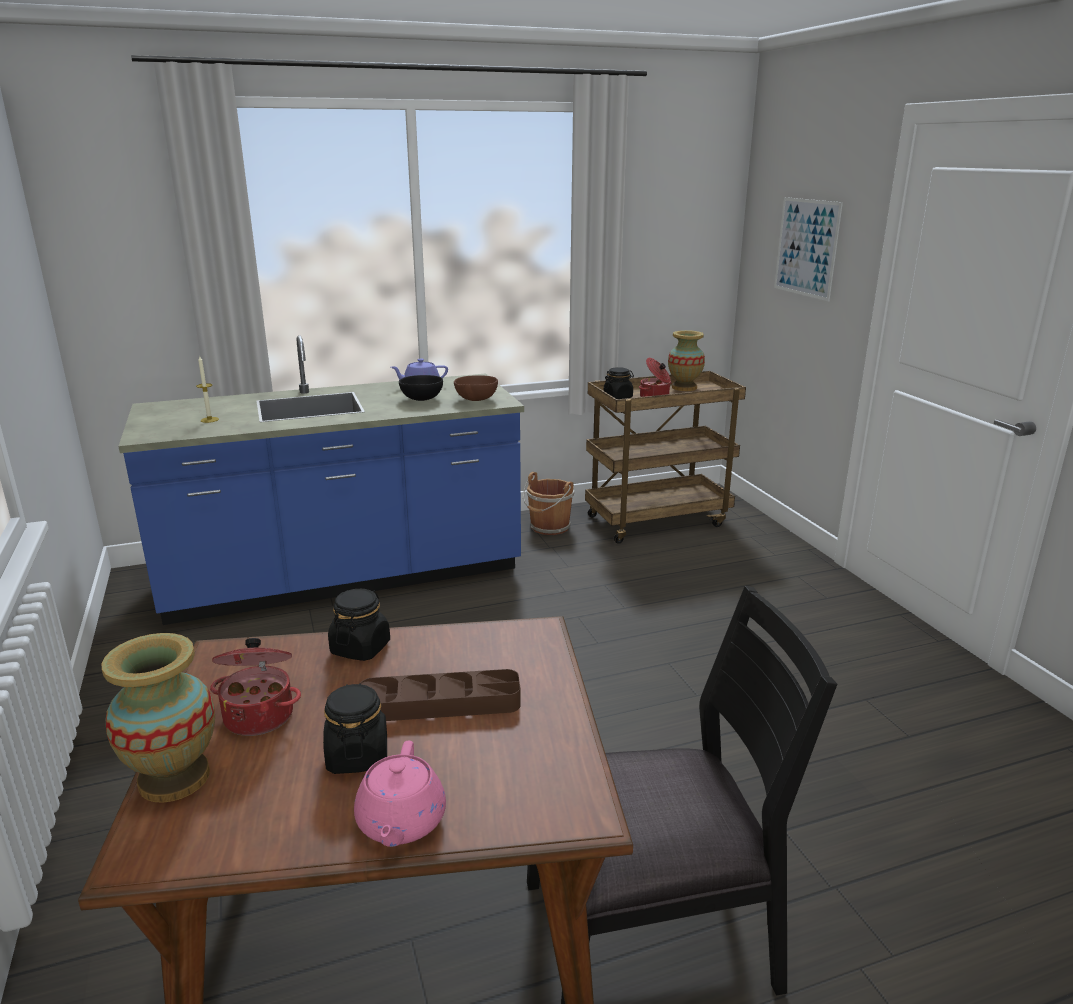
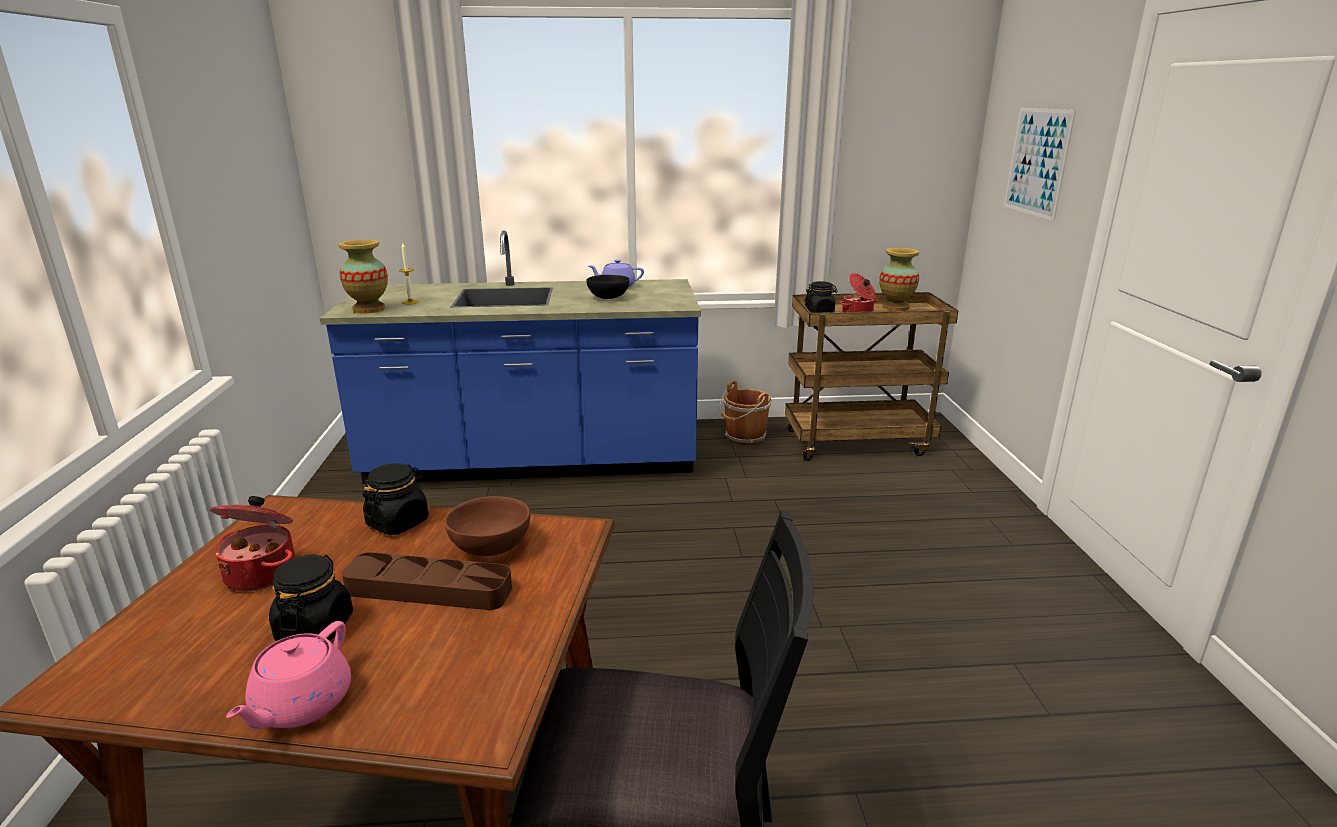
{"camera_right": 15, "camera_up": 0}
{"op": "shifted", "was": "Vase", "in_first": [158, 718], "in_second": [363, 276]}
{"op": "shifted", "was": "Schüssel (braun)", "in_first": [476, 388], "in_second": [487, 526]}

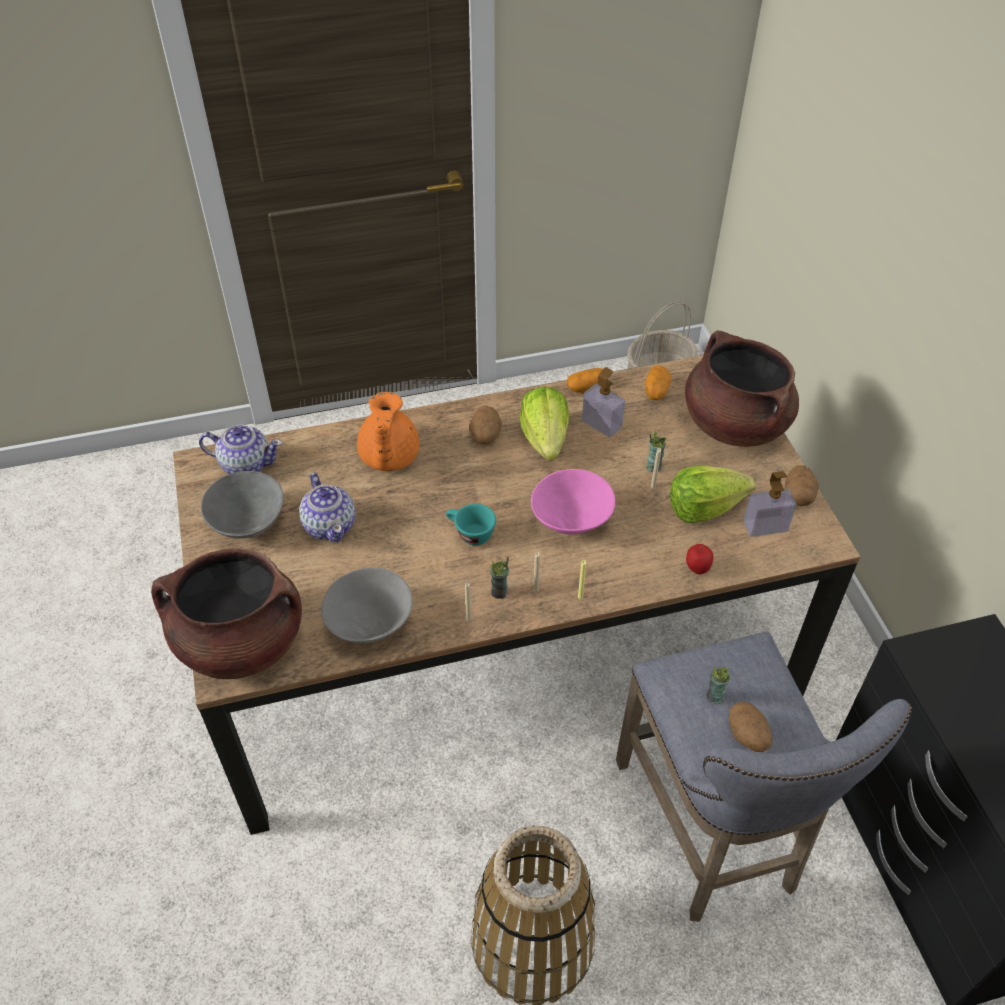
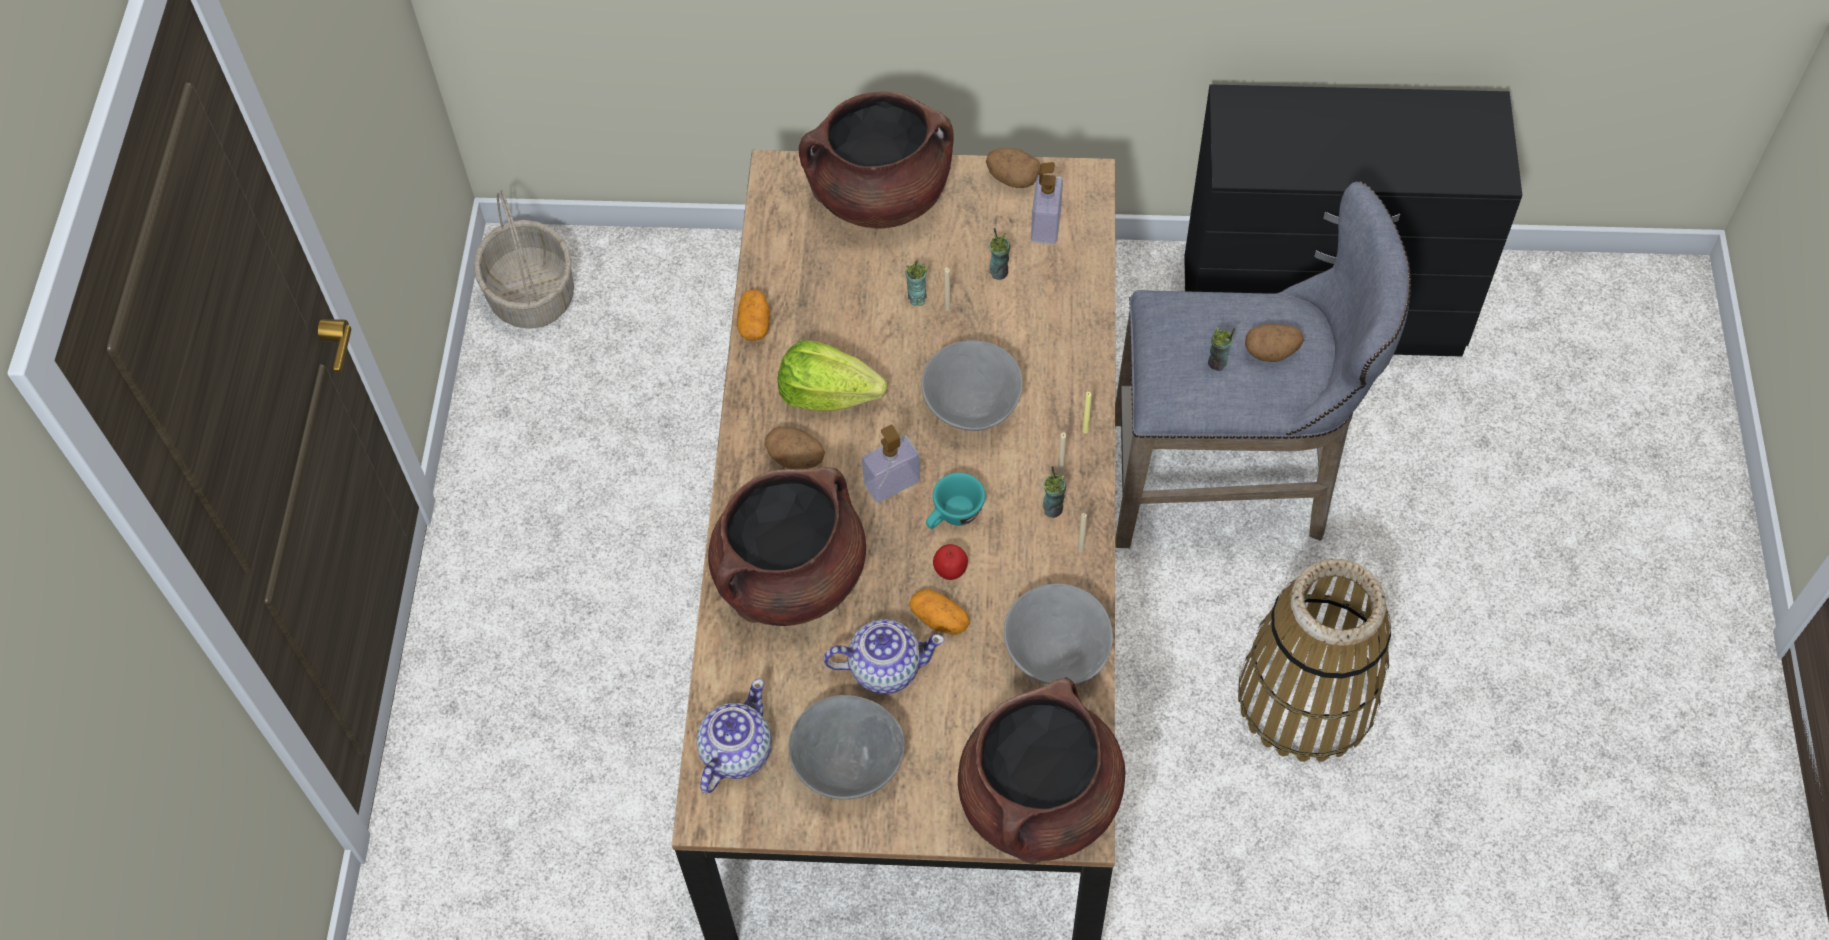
{"camera_right": -70, "camera_up": 10}
{"op": "shifted", "was": "Seifenspender", "in_first": [603, 402], "in_second": [891, 464]}
{"op": "shifted", "was": "Kartoffel", "in_first": [658, 382], "in_second": [939, 612]}
{"op": "shifted", "was": "Apfel", "in_first": [700, 559], "in_second": [950, 562]}
{"op": "swapped", "was": "Teekanne (orange)", "now": "Kochtopf (braun)", "in_first": [388, 431], "in_second": [787, 546]}
{"op": "swapped", "was": "Salatkopf", "now": "Tasse", "in_first": [712, 494], "in_second": [999, 254]}
{"op": "repainted", "was": "Schüssel (rosa)", "now": "Schüssel (grau)", "in_first": [573, 502], "in_second": [972, 385]}

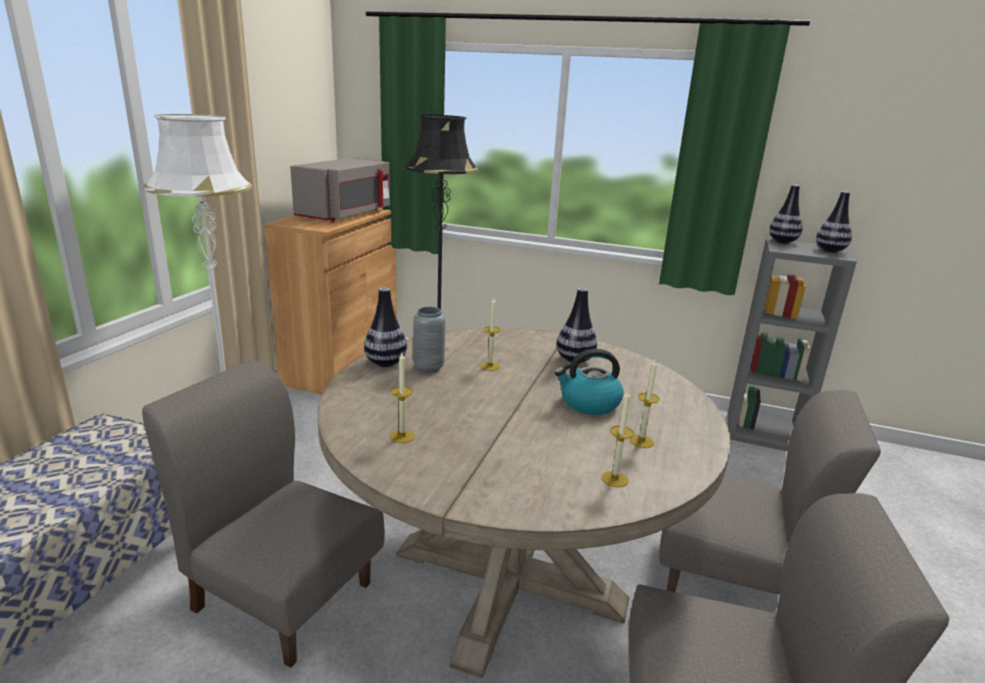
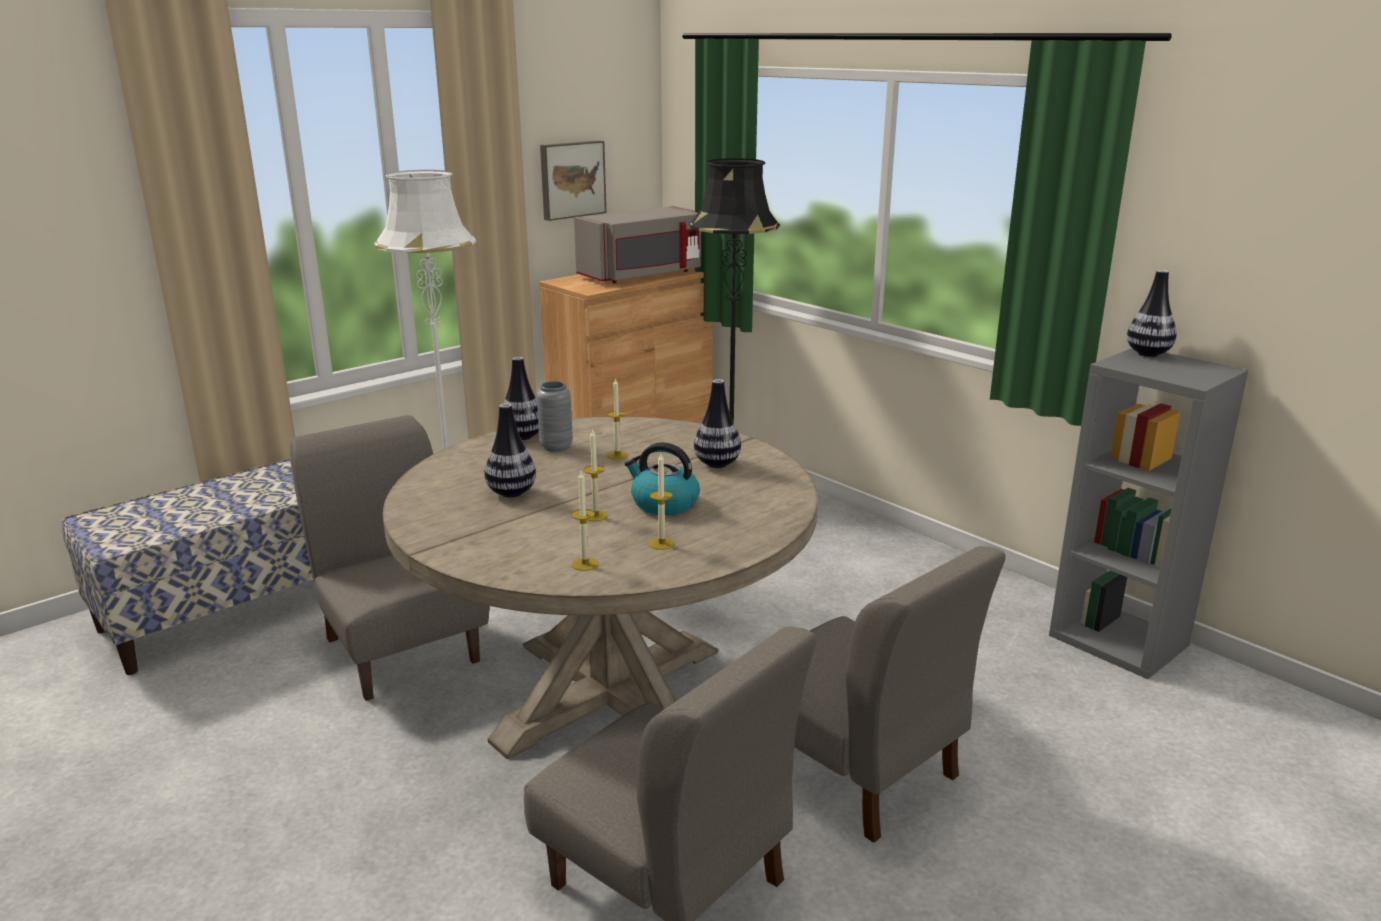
{"camera_right": 30, "camera_up": 0}
{"op": "new", "now": "Bild", "in_second": [573, 180]}
{"op": "shifted", "was": "Kerze", "in_first": [402, 398], "in_second": [596, 475]}
{"op": "shifted", "was": "Vase", "in_first": [834, 222], "in_second": [510, 450]}

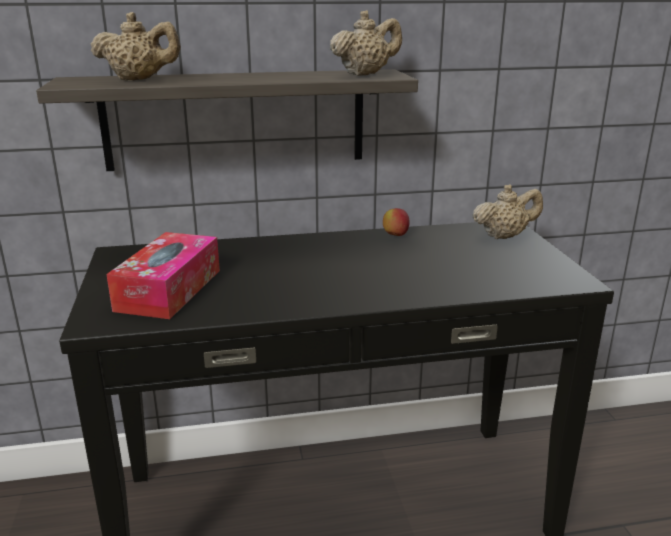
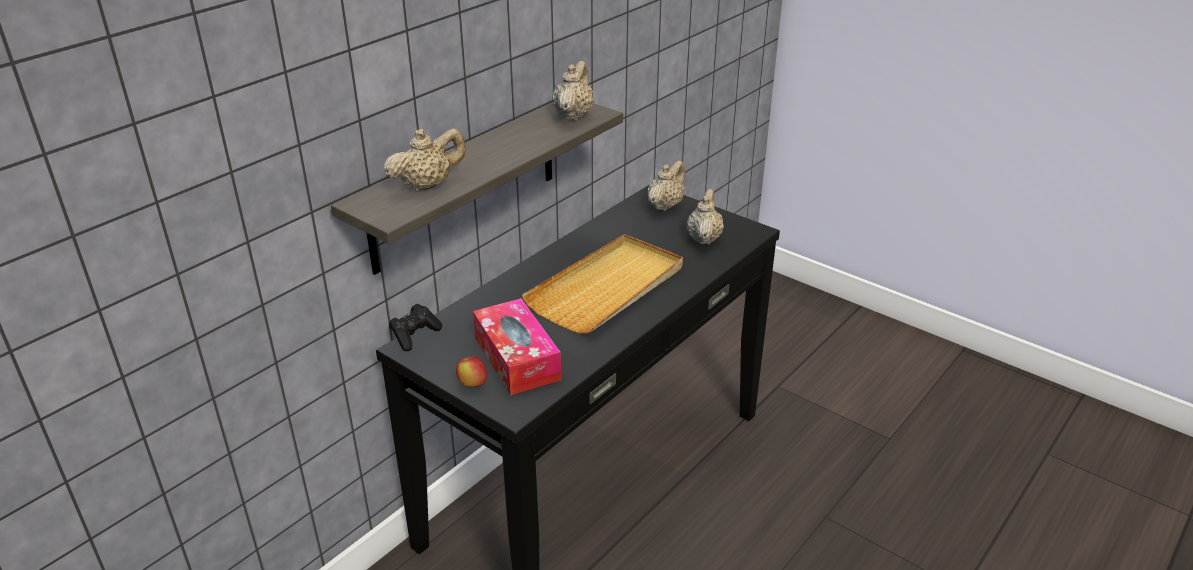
{"camera_right": -40, "camera_up": 10}
{"op": "new", "now": "Gamepad (schwarz)", "in_second": [415, 327]}
{"op": "new", "now": "Tablett (beige)", "in_second": [602, 284]}
{"op": "new", "now": "Teekanne (beige)", "in_second": [705, 217]}
{"op": "shifted", "was": "Apfel", "in_first": [396, 222], "in_second": [471, 371]}

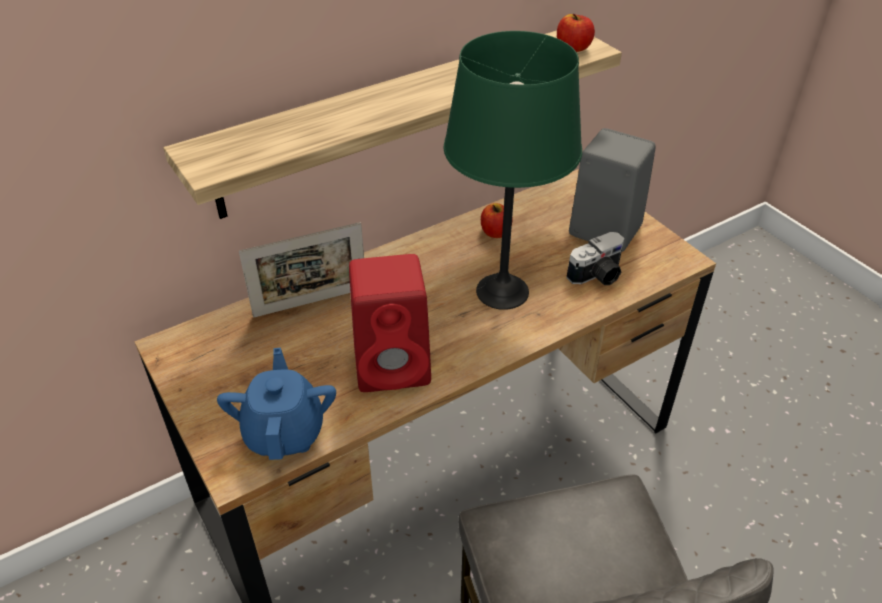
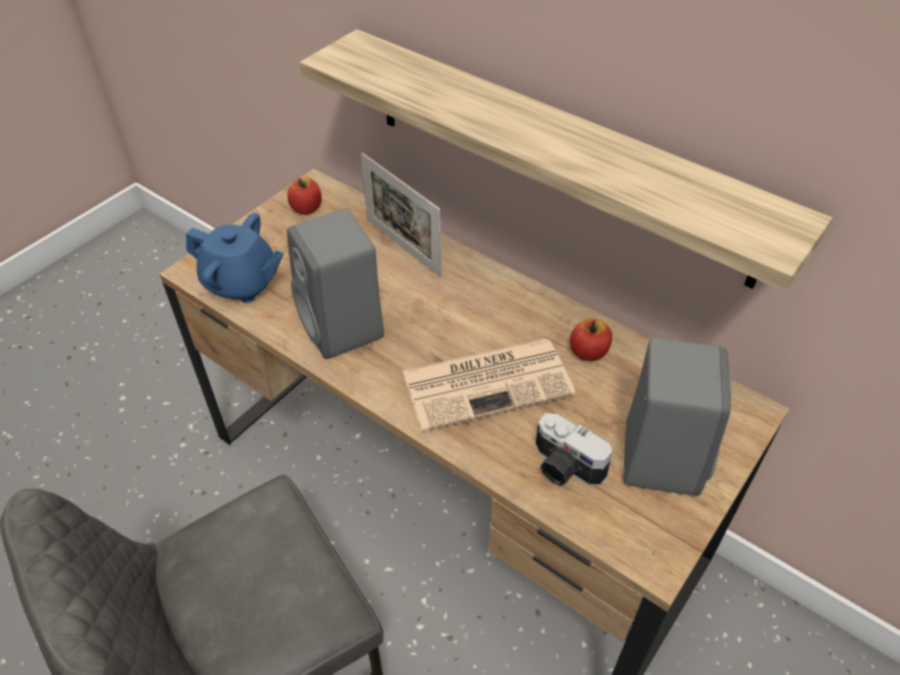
{"camera_right": 70, "camera_up": 5}
{"op": "shifted", "was": "Apfel", "in_first": [576, 33], "in_second": [304, 196]}
{"op": "swapped", "was": "Tischlampe (grün)", "now": "Zeitung", "in_first": [513, 170], "in_second": [489, 385]}
{"op": "repainted", "was": "Lautsprecher (rot)", "now": "Lautsprecher (grau)", "in_first": [390, 323], "in_second": [335, 284]}
{"op": "rotated", "was": "Teekanne (blau)", "in_first": [276, 403], "in_second": [235, 258], "clockwise": 45}

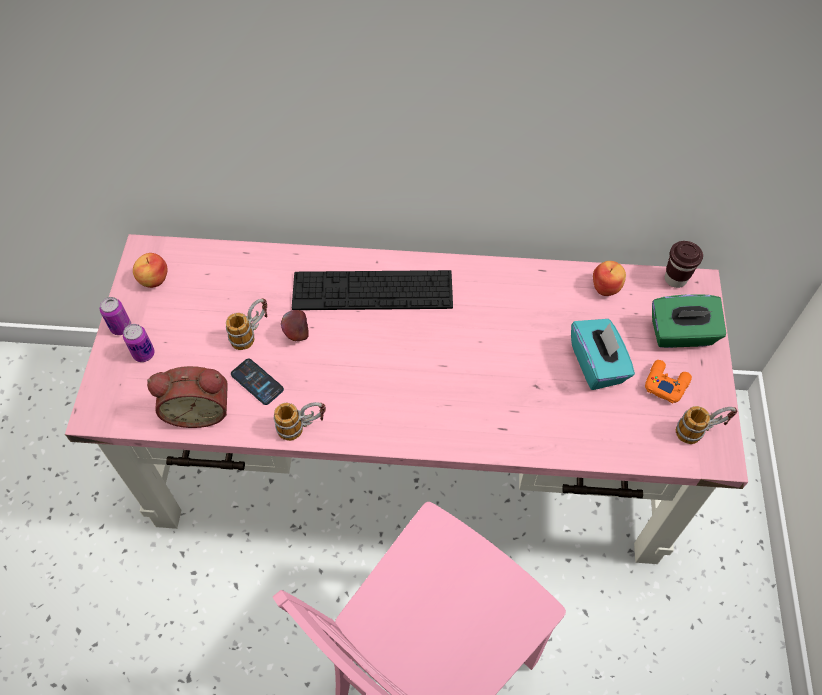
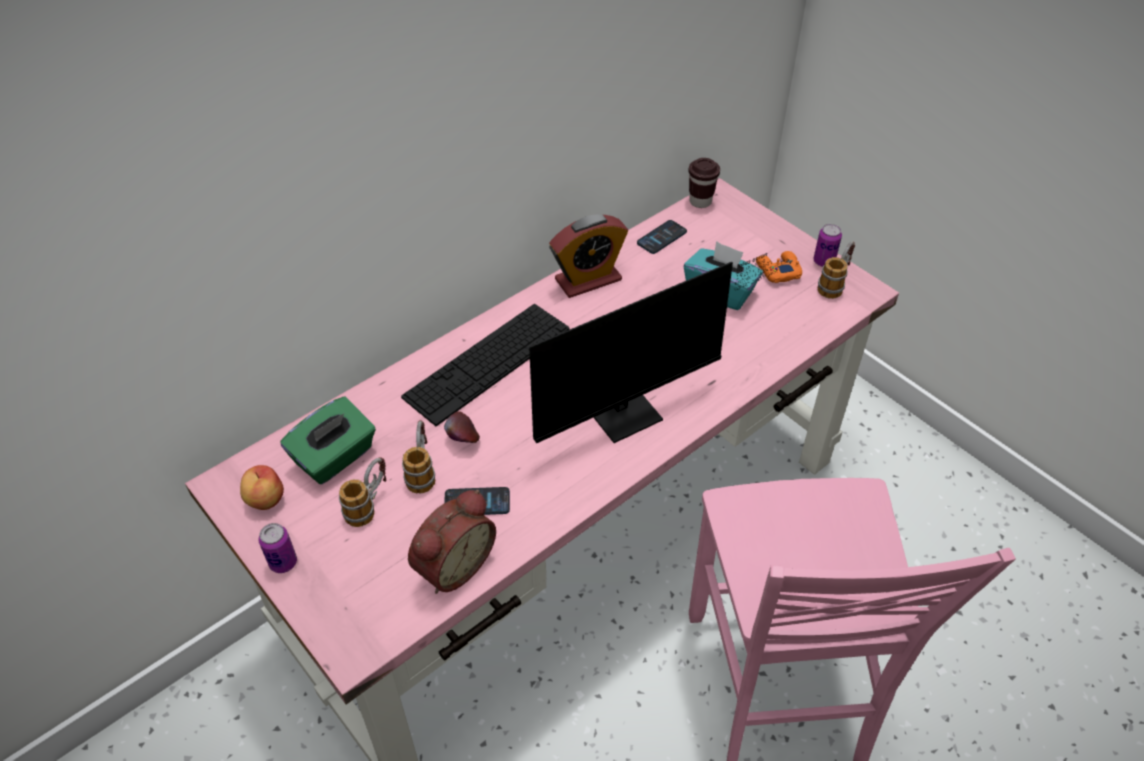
{"camera_right": -45, "camera_up": -10}
{"op": "new", "now": "Monitor", "in_second": [659, 348]}
{"op": "new", "now": "Wecker", "in_second": [588, 256]}
{"op": "shifted", "was": "Dose", "in_first": [139, 343], "in_second": [827, 245]}
{"op": "shifted", "was": "Henkelbecher", "in_first": [300, 421], "in_second": [362, 492]}
{"op": "shifted", "was": "Taschentuchbox (grün)", "in_first": [689, 321], "in_second": [328, 440]}
{"op": "swapped", "was": "Apfel", "now": "Handy", "in_first": [609, 278], "in_second": [662, 237]}

